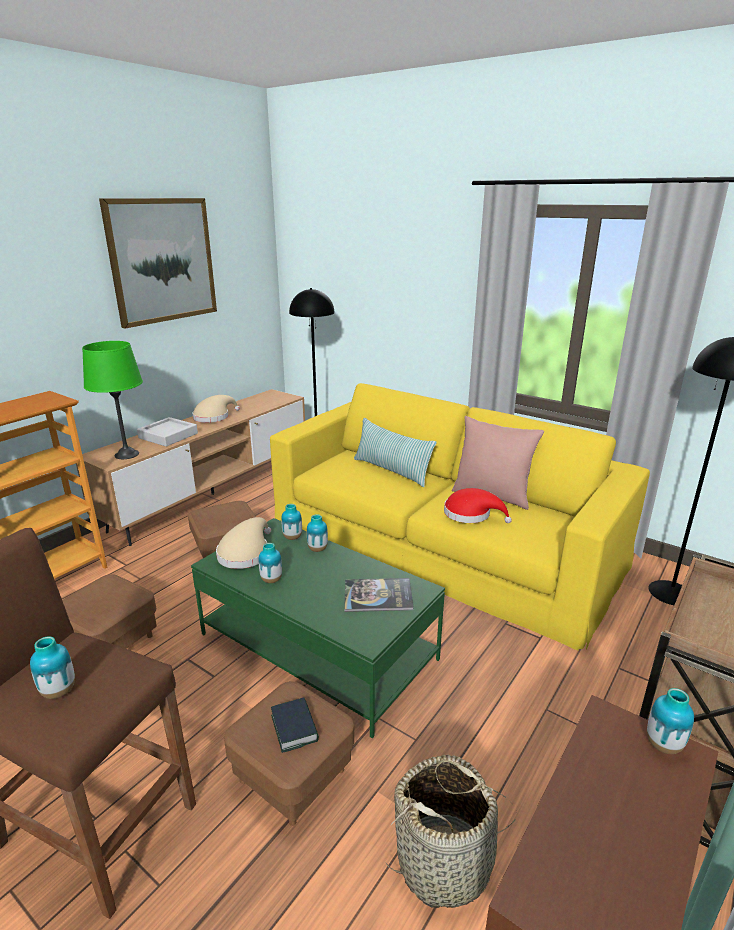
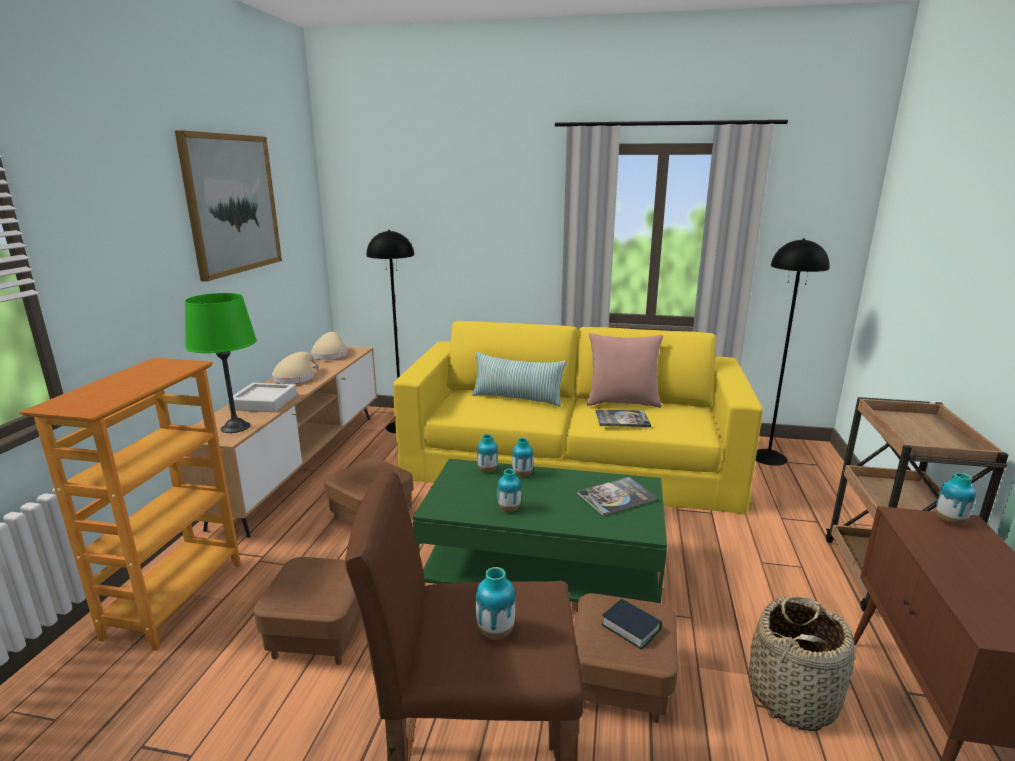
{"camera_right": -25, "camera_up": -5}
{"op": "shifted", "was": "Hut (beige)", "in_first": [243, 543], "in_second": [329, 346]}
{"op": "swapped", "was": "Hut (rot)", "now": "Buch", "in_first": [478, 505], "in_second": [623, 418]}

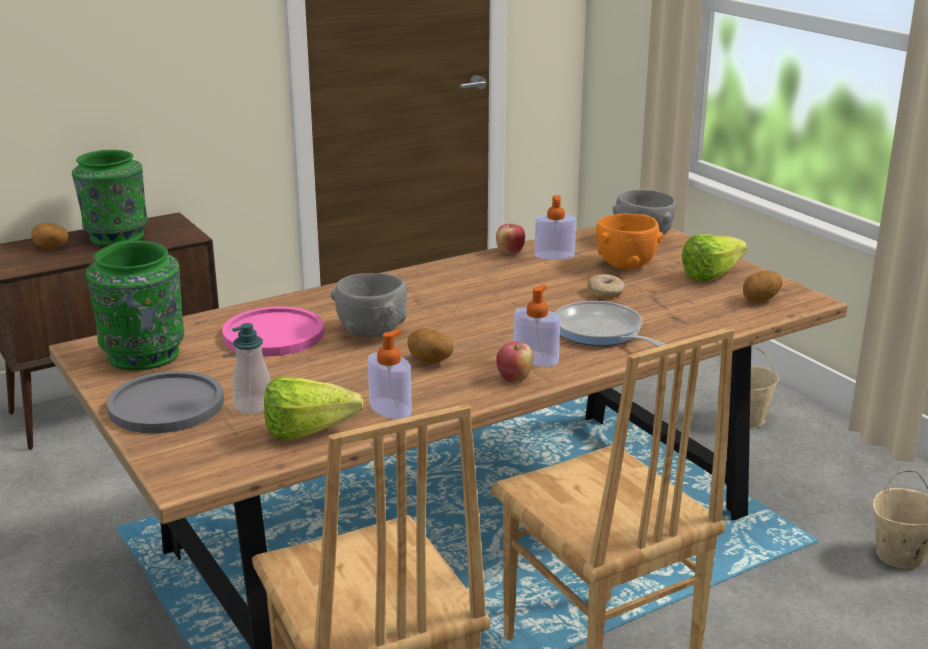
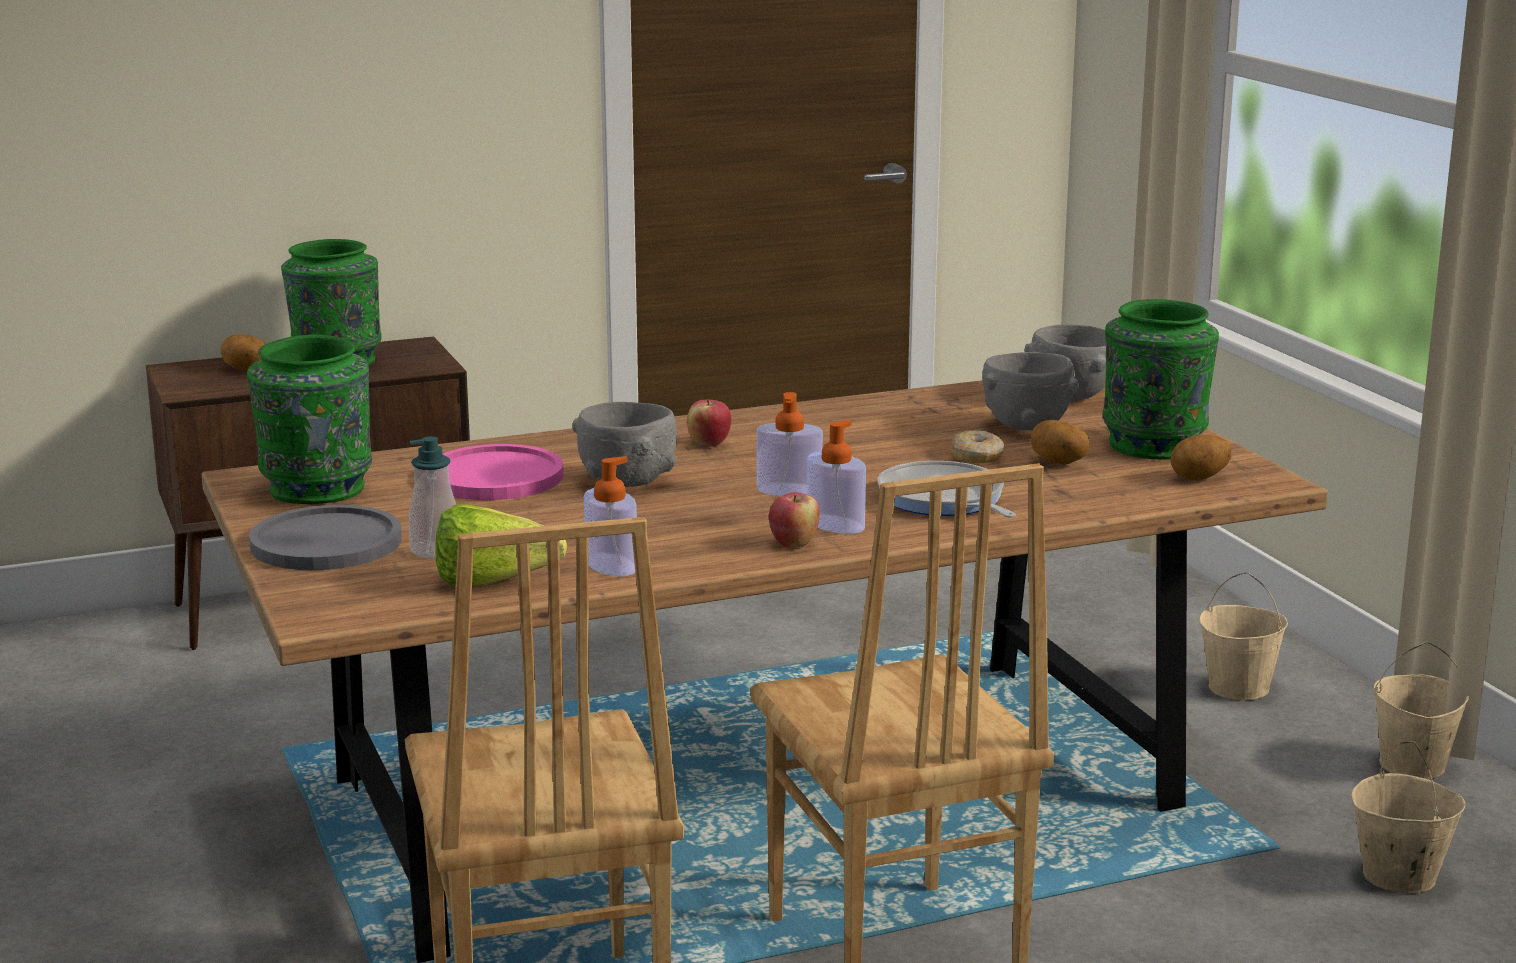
{"camera_right": 10, "camera_up": -5}
{"op": "new", "now": "Eimer (beige)", "in_second": [1421, 710]}
{"op": "shifted", "was": "Kartoffel", "in_first": [431, 345], "in_second": [1060, 442]}
{"op": "shifted", "was": "Apfel", "in_first": [510, 239], "in_second": [709, 423]}
{"op": "shifted", "was": "Seifenspender", "in_first": [555, 227], "in_second": [790, 444]}
{"op": "swapped", "was": "Salatkopf", "now": "Vase (grün)", "in_first": [714, 257], "in_second": [1161, 379]}
{"op": "repainted", "was": "Schüssel (orange)", "now": "Schüssel (grau)", "in_first": [629, 241], "in_second": [1030, 391]}

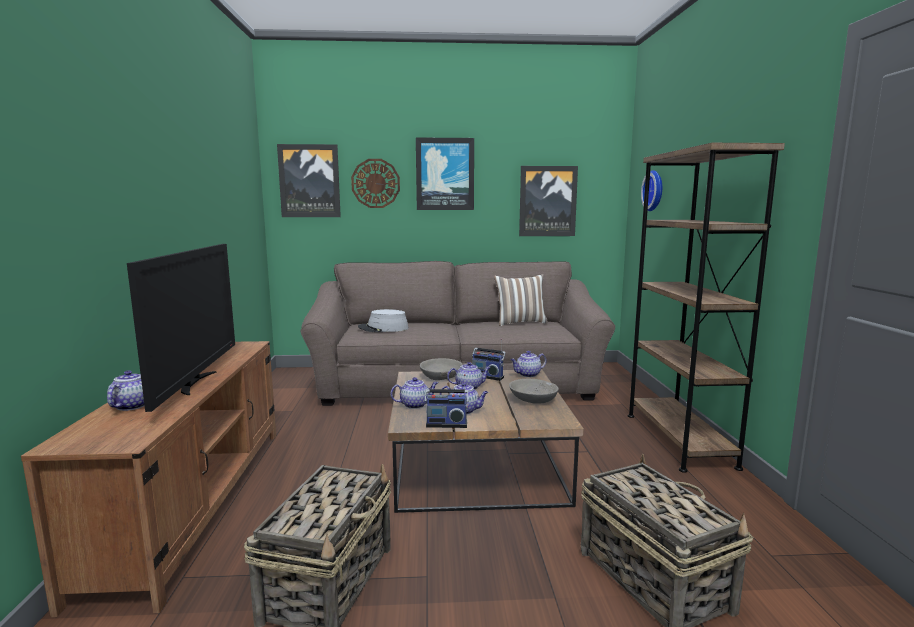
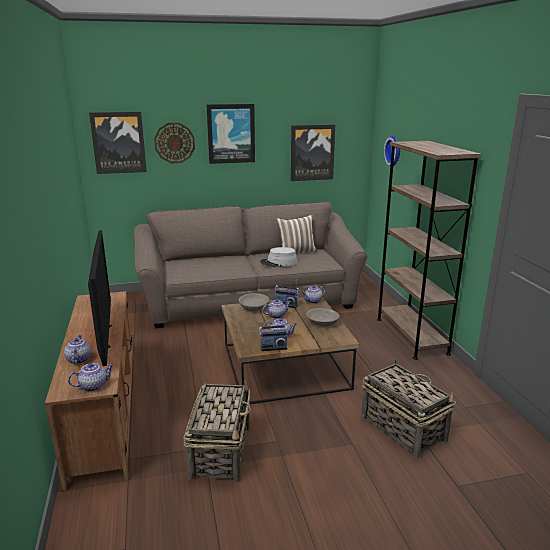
{"camera_right": -10, "camera_up": 10}
{"op": "shifted", "was": "Hut (grau)", "in_first": [383, 320], "in_second": [279, 257]}
{"op": "shifted", "was": "Teekanne", "in_first": [414, 393], "in_second": [91, 377]}

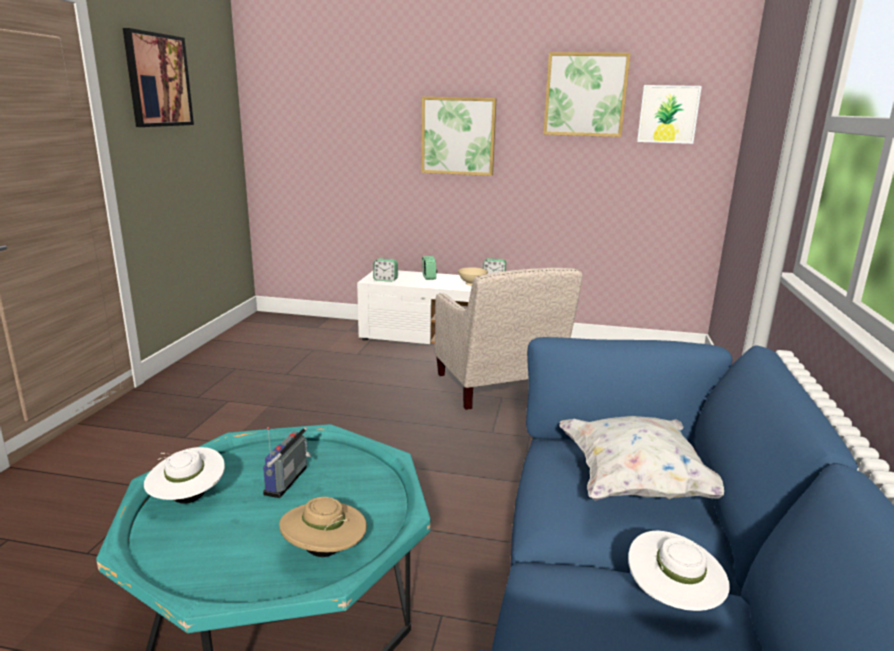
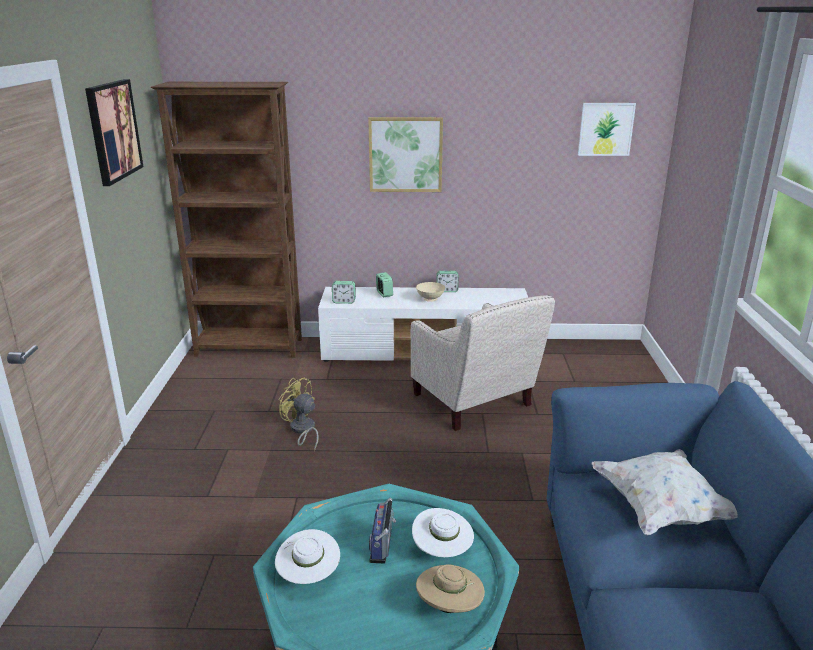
{"camera_right": -10, "camera_up": 5}
{"op": "gone", "was": "Bild", "in_first": [587, 94]}
{"op": "new", "now": "Bücherregal (braun)", "in_second": [226, 220]}
{"op": "new", "now": "Ventilator (gelb)", "in_second": [299, 414]}
{"op": "shifted", "was": "Hut (weiß)", "in_first": [679, 571], "in_second": [443, 532]}

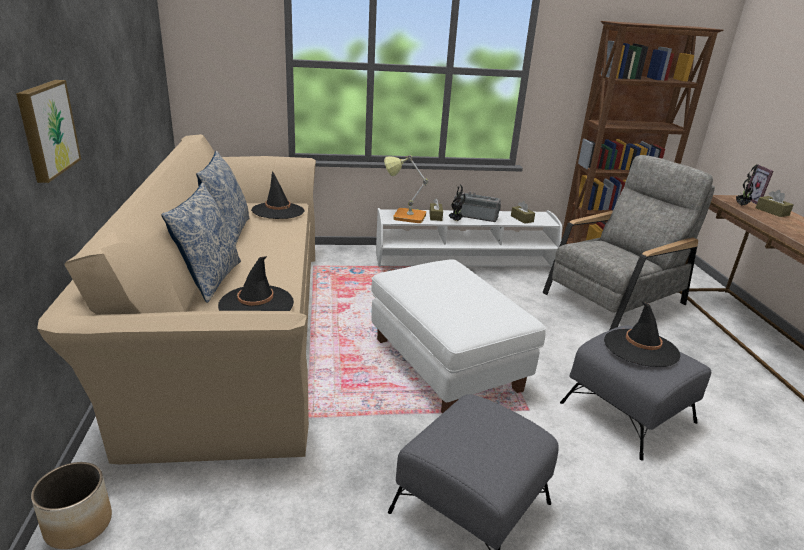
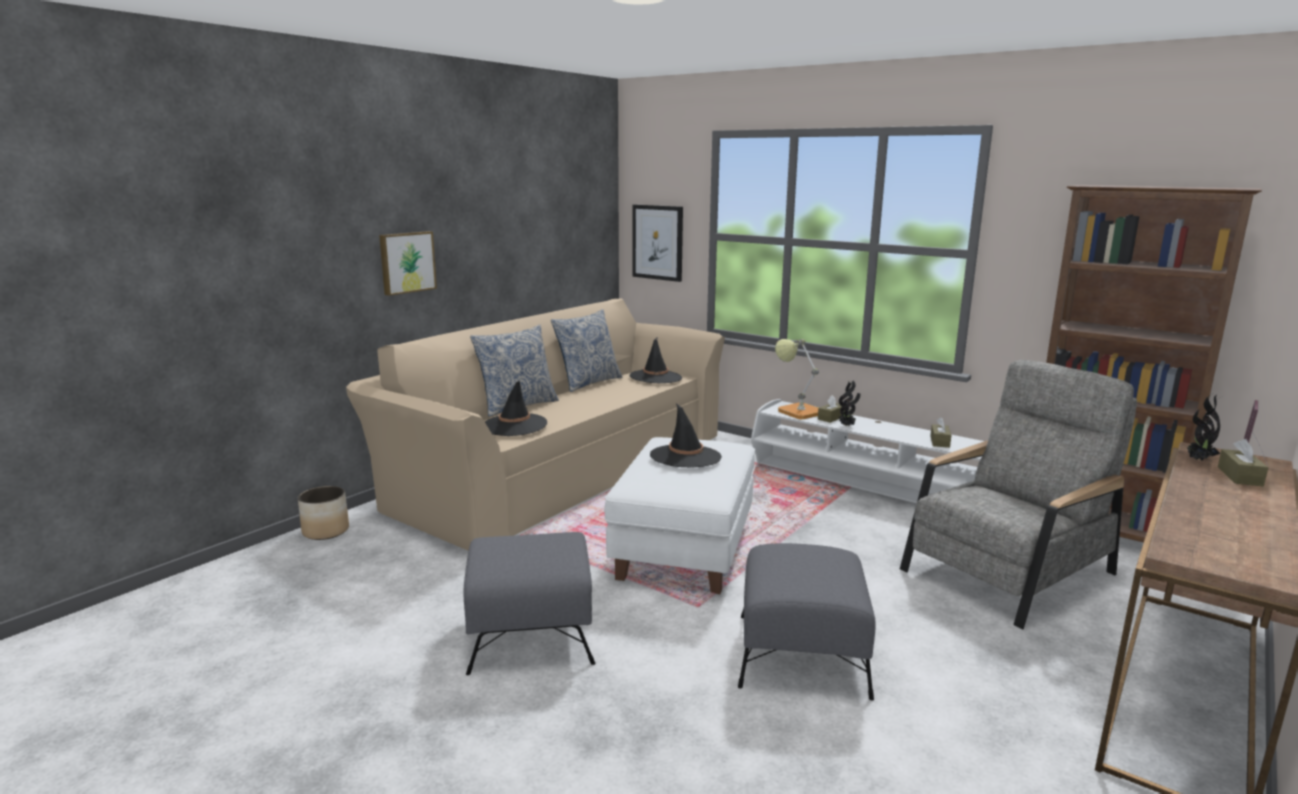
{"camera_right": 45, "camera_up": -10}
{"op": "gone", "was": "Radio", "in_first": [477, 207]}
{"op": "new", "now": "Bild", "in_second": [657, 243]}
{"op": "shifted", "was": "Hut (schwarz)", "in_first": [642, 334], "in_second": [686, 435]}
{"op": "rotated", "was": "Sessel (grau)", "in_first": [628, 242], "in_second": [1018, 495], "clockwise": -45}

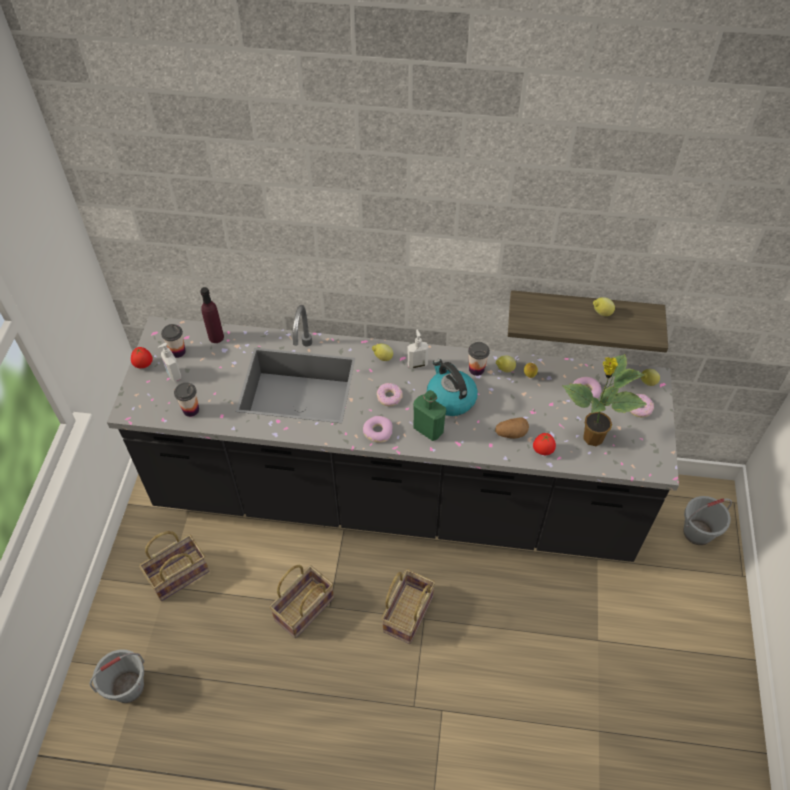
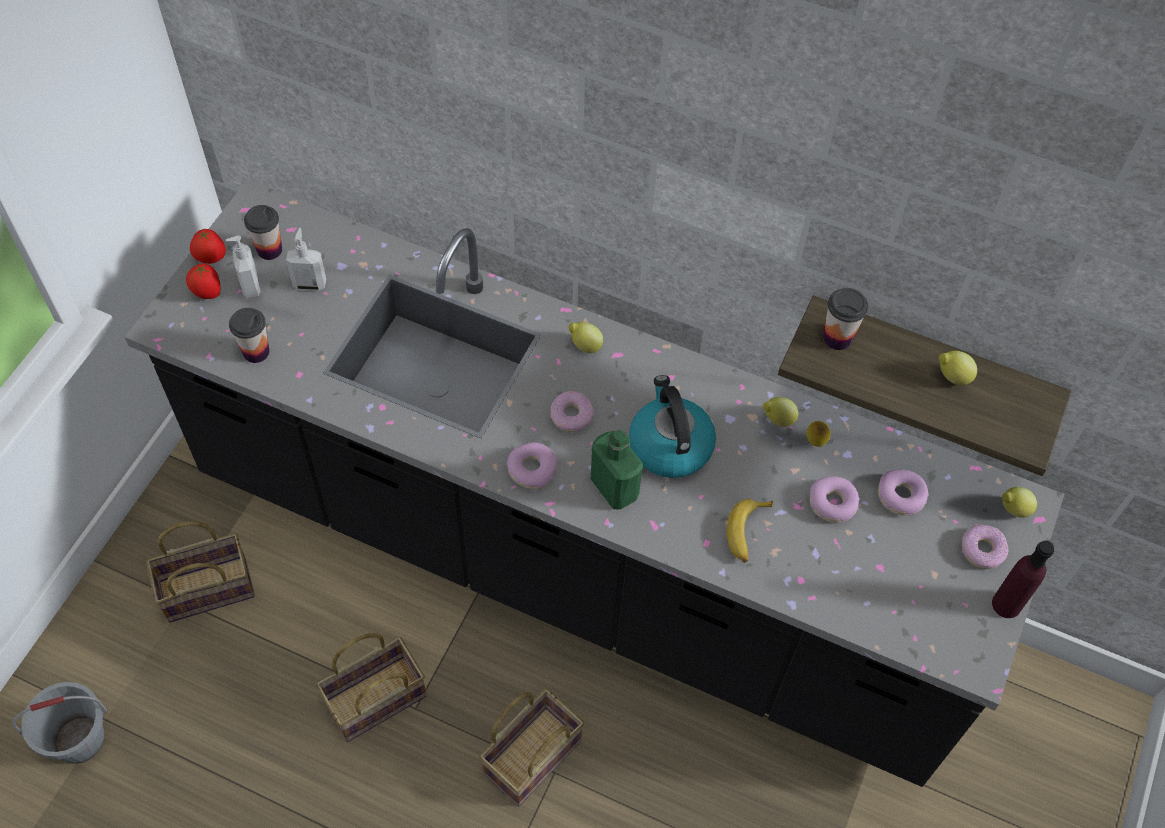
{"camera_right": 15, "camera_up": 5}
{"op": "gone", "was": "Topfpflanze", "in_first": [604, 400]}
{"op": "gone", "was": "Eimer (grau)", "in_first": [707, 520]}
{"op": "new", "now": "Donut", "in_second": [835, 499]}
{"op": "shifted", "was": "Flasche (lila)", "in_first": [212, 315], "in_second": [1023, 579]}
{"op": "shifted", "was": "Seifenspender", "in_first": [418, 349], "in_second": [306, 259]}
{"op": "shifted", "was": "Tasse", "in_first": [479, 359], "in_second": [845, 319]}
{"op": "shifted", "was": "Tomate", "in_first": [544, 444], "in_second": [203, 281]}
{"op": "swapped", "was": "Kartoffel", "now": "Banane", "in_first": [512, 428], "in_second": [750, 531]}

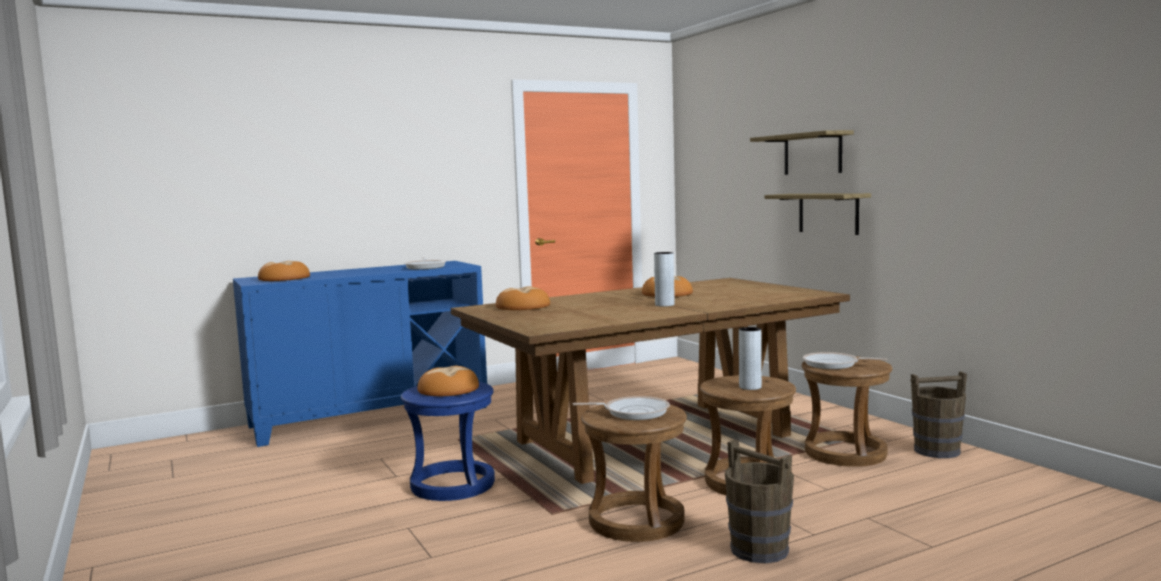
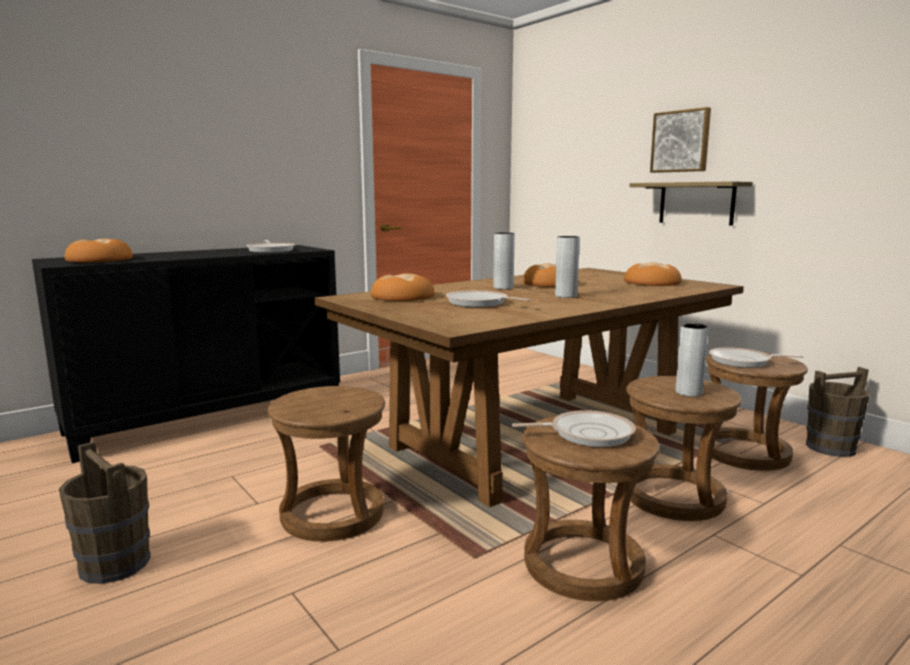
{"camera_right": -10, "camera_up": 5}
{"op": "new", "now": "Pfanne", "in_second": [488, 298]}
{"op": "new", "now": "Vase (grau)", "in_second": [504, 261]}
{"op": "shifted", "was": "Brot", "in_first": [448, 381], "in_second": [653, 274]}
{"op": "shifted", "was": "Eimer (braun)", "in_first": [759, 501], "in_second": [105, 513]}
{"op": "swapped", "was": "Wandregal", "now": "Bild", "in_first": [802, 152], "in_second": [680, 140]}
{"op": "repainted", "was": "Schrank (blau)", "now": "Schrank (schwarz)", "in_first": [360, 354], "in_second": [186, 354]}
{"op": "repainted", "was": "Hocker (blau)", "now": "Hocker (braun)", "in_first": [448, 441], "in_second": [326, 464]}

